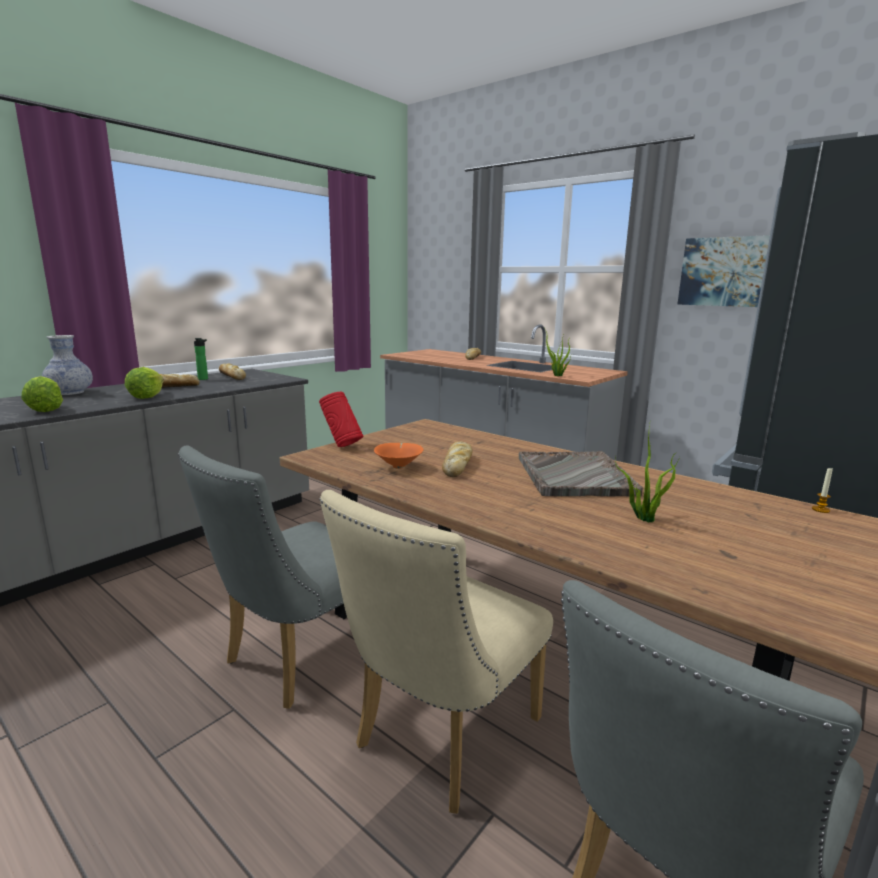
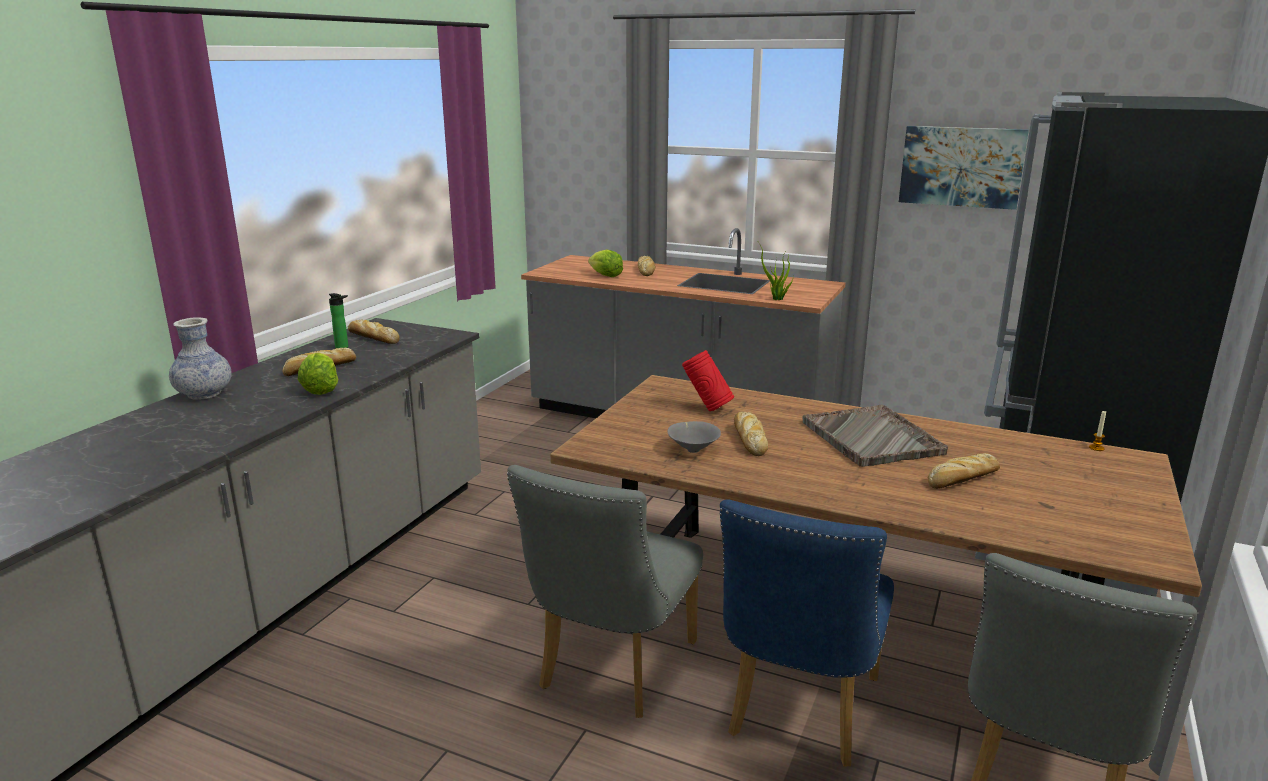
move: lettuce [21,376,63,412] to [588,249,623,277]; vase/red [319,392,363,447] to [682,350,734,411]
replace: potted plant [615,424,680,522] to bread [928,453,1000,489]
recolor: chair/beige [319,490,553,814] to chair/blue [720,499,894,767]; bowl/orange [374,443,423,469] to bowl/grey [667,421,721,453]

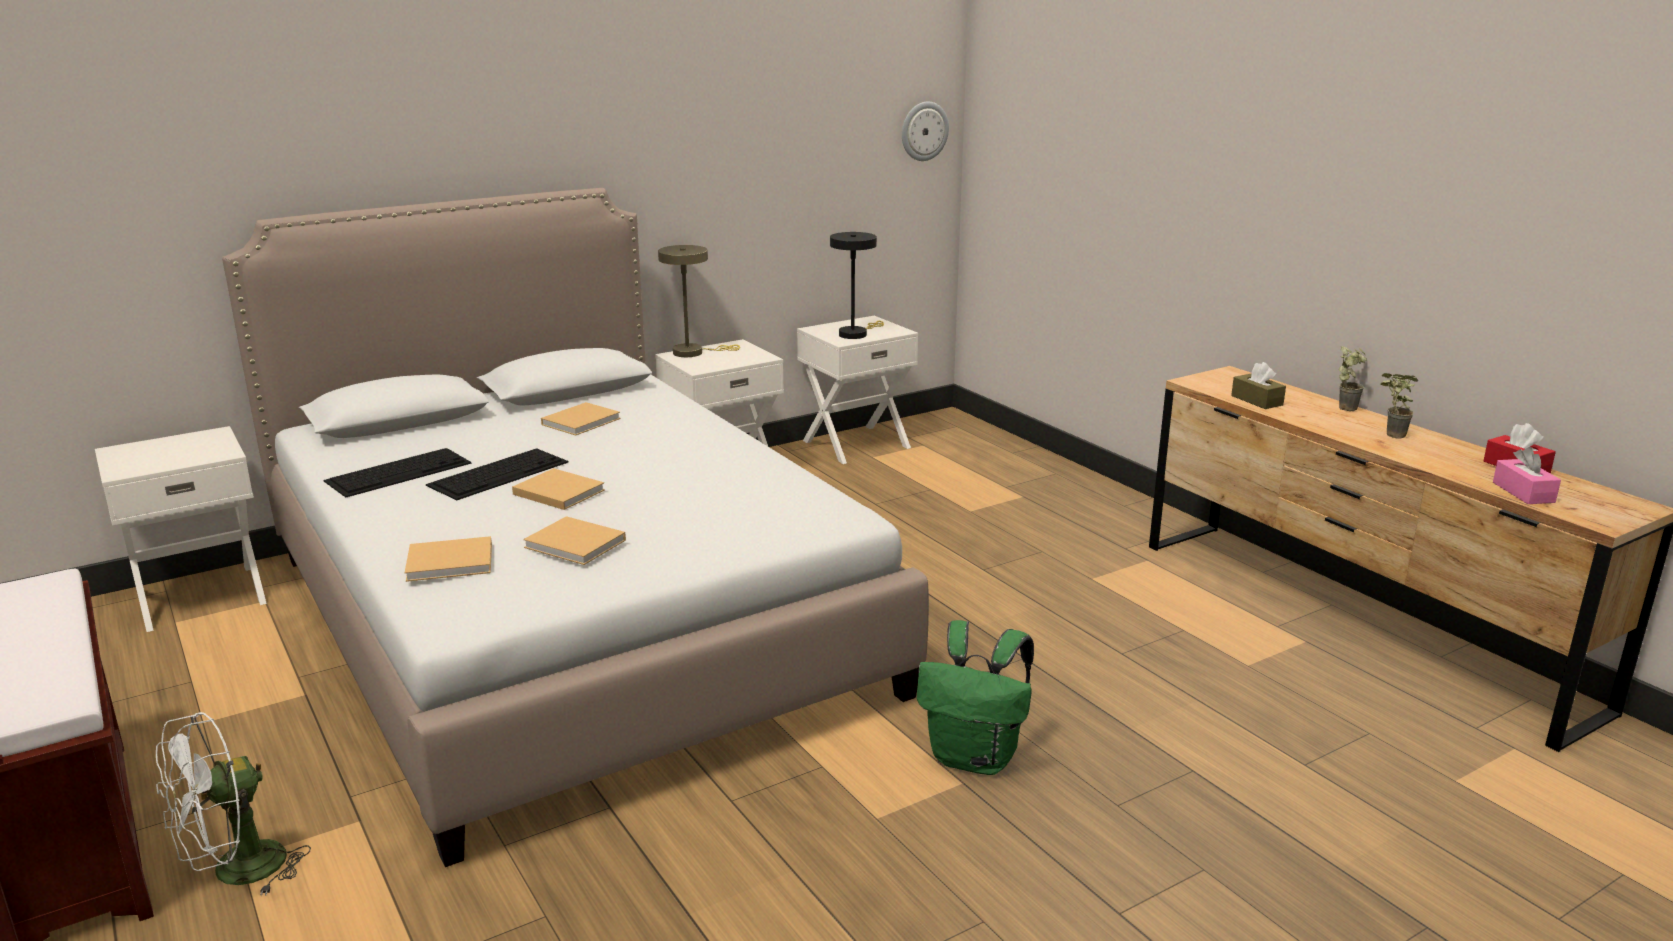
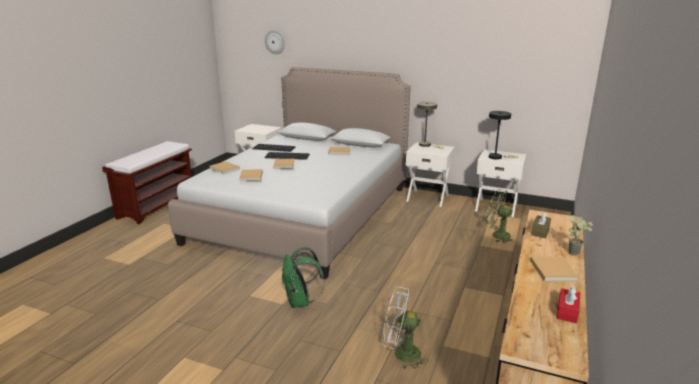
delete: tissue box/pink [1493,447,1561,504]
insert: fan/green [484,189,514,243]
move: fan/white [156,712,311,896] to [382,287,429,369]; wall clock [902,102,949,161] to [265,30,285,54]
replace: potted plant [1380,373,1418,439] to book/beige [530,256,579,282]

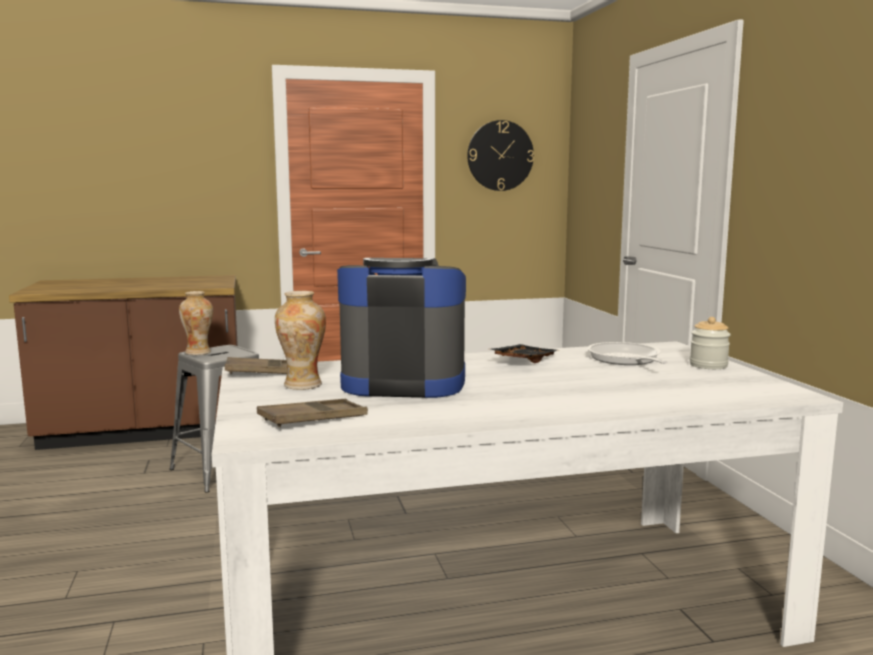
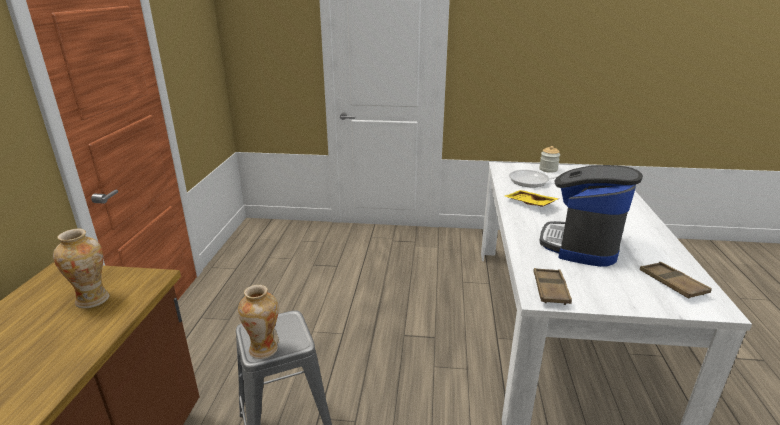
delete: wall clock [467,120,534,191]
move: vase [275,291,326,390] to [53,229,109,308]
recolor: tray/black [491,344,560,363] to tray/yellow [505,190,559,207]

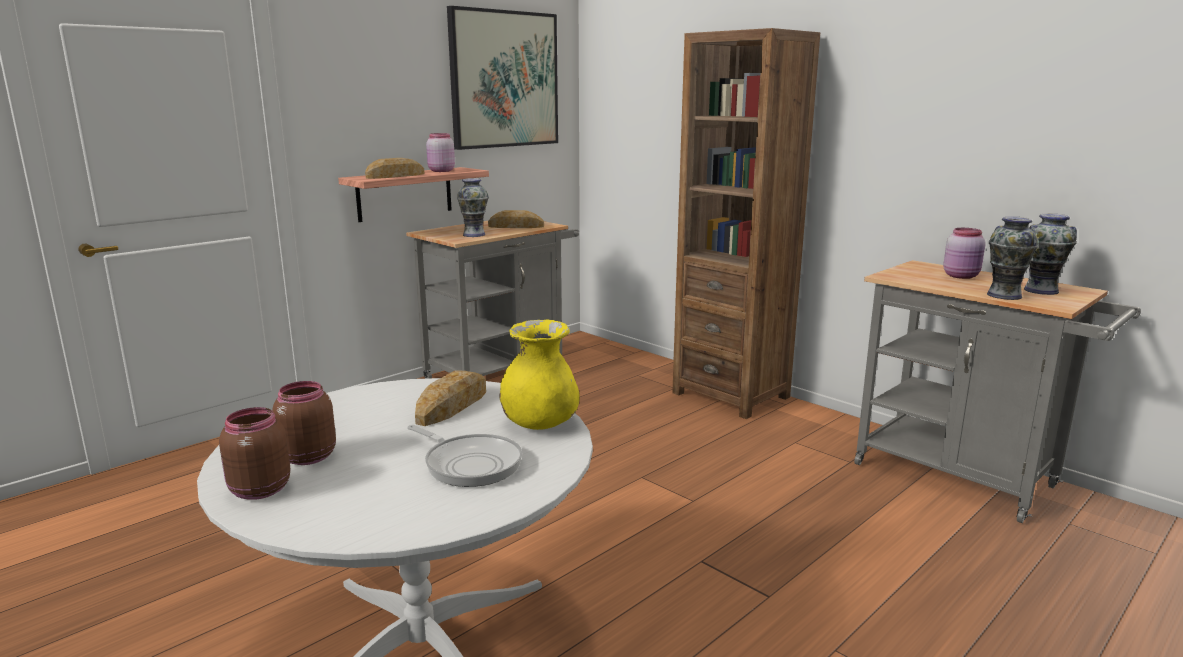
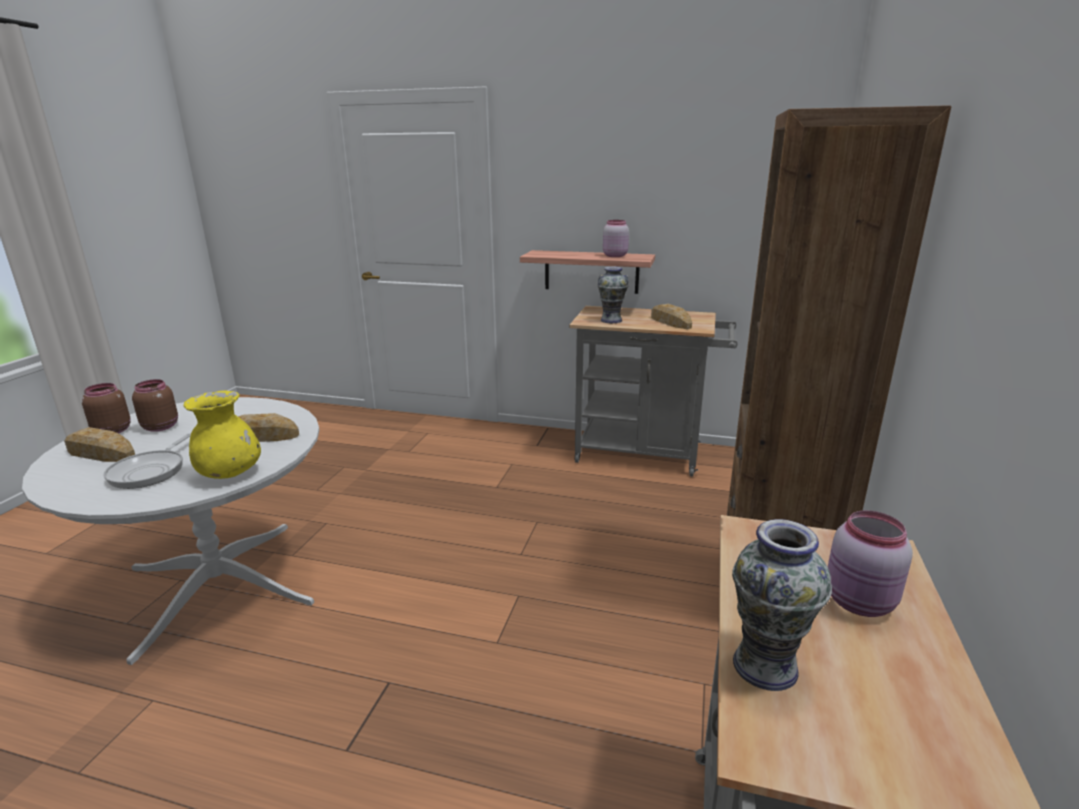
delete: picture [447,6,558,150]; vase [1024,213,1077,295]
move: bread [365,158,425,179] to [64,427,135,462]

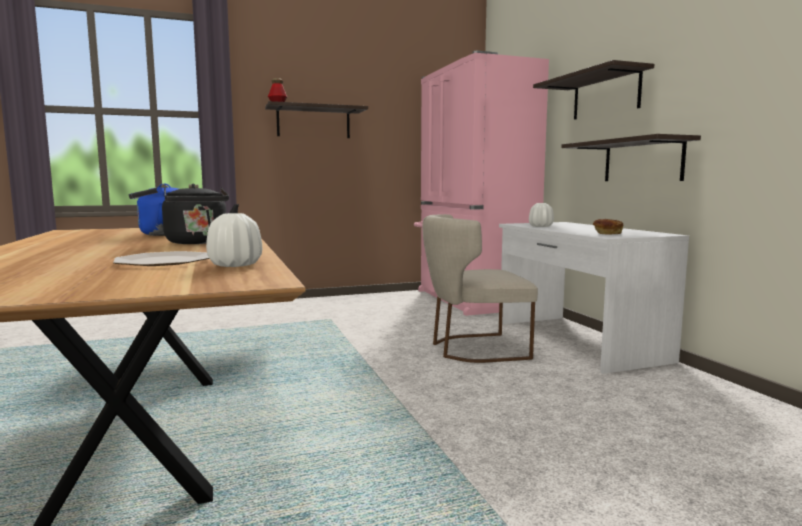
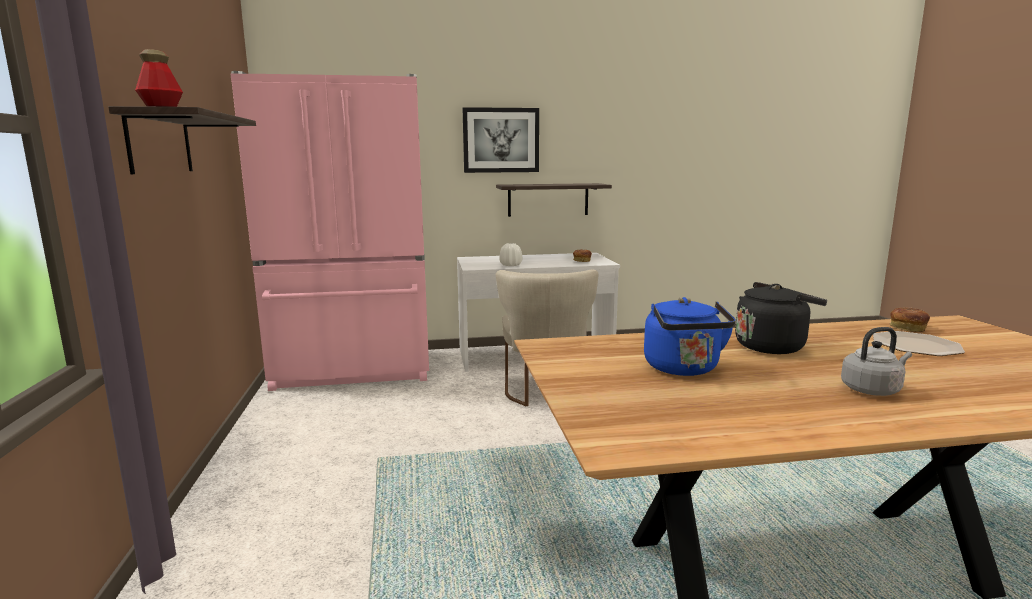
insert: kettle/grey [841,327,912,396]
replace: vase/white [206,213,262,267] to bread [889,307,930,332]; shelf [533,60,654,120] to picture [462,107,539,173]

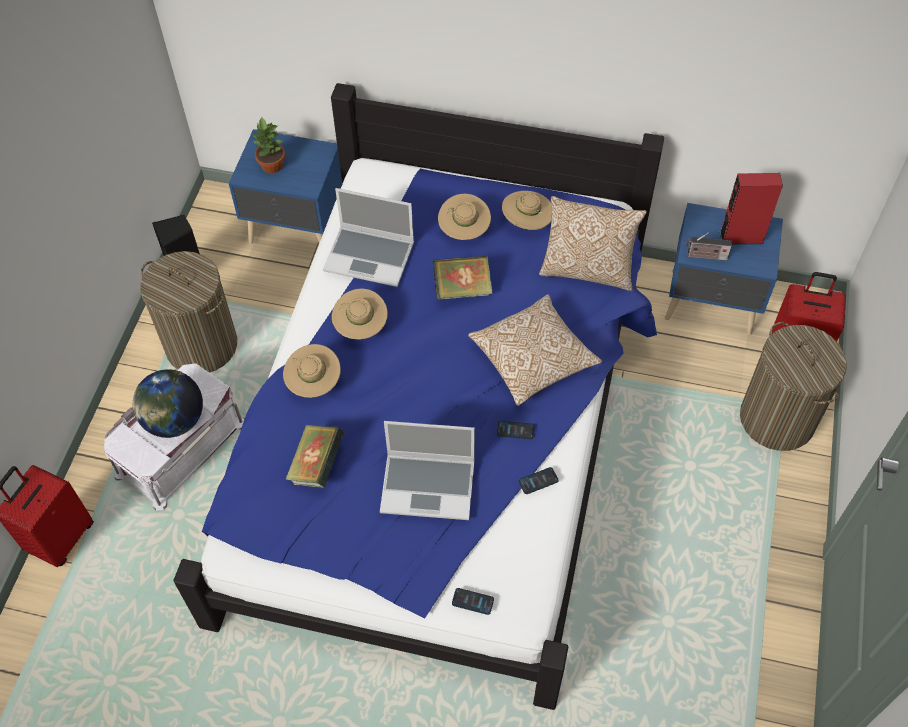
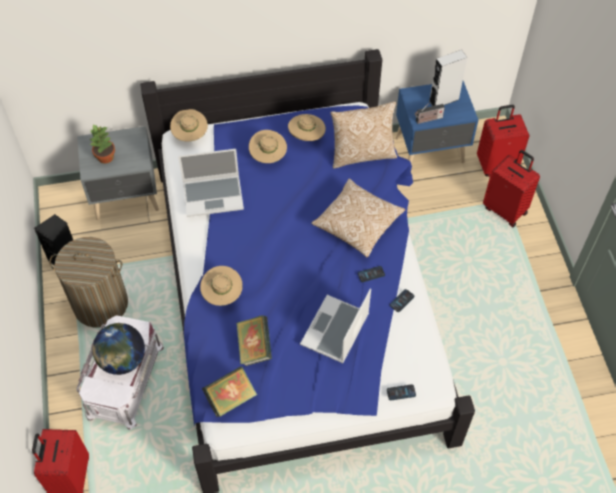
move: hat/beige [332,289,388,339] to [170,109,208,142]; book [432,256,493,300] to [202,367,257,417]
replace: laundry basket [740,322,847,451] to suitcase/red [483,150,540,227]
recolor: nightstand/blue [229,129,342,244] to nightstand/grey [77,126,159,220]; speaker/red [720,173,783,245] to speaker/grey [429,50,467,106]
rotate: laptop [380,421,475,520] = [300,289,371,363] 135 degrees clockwise

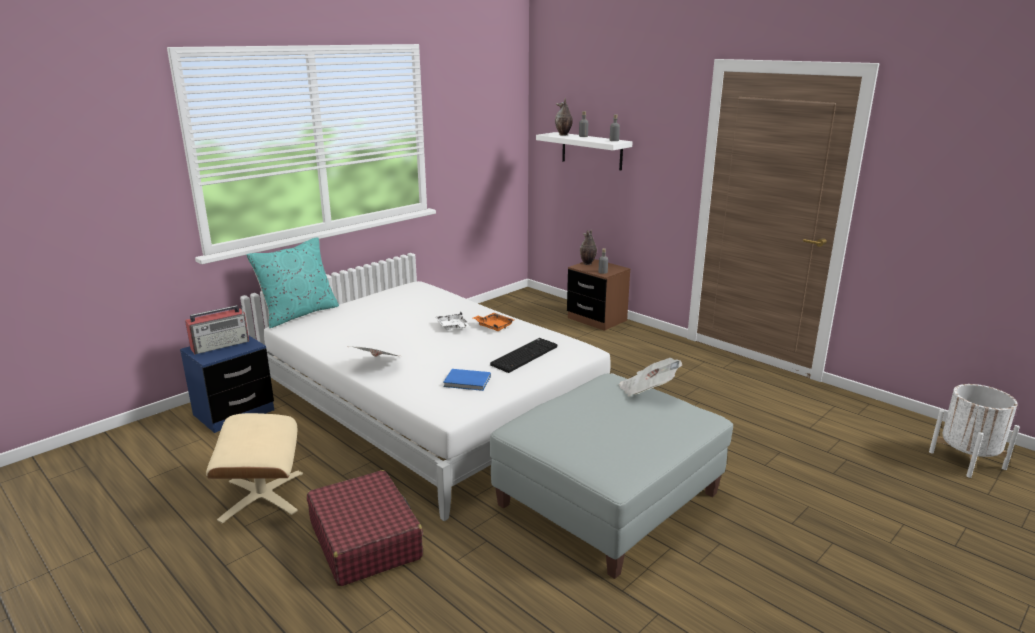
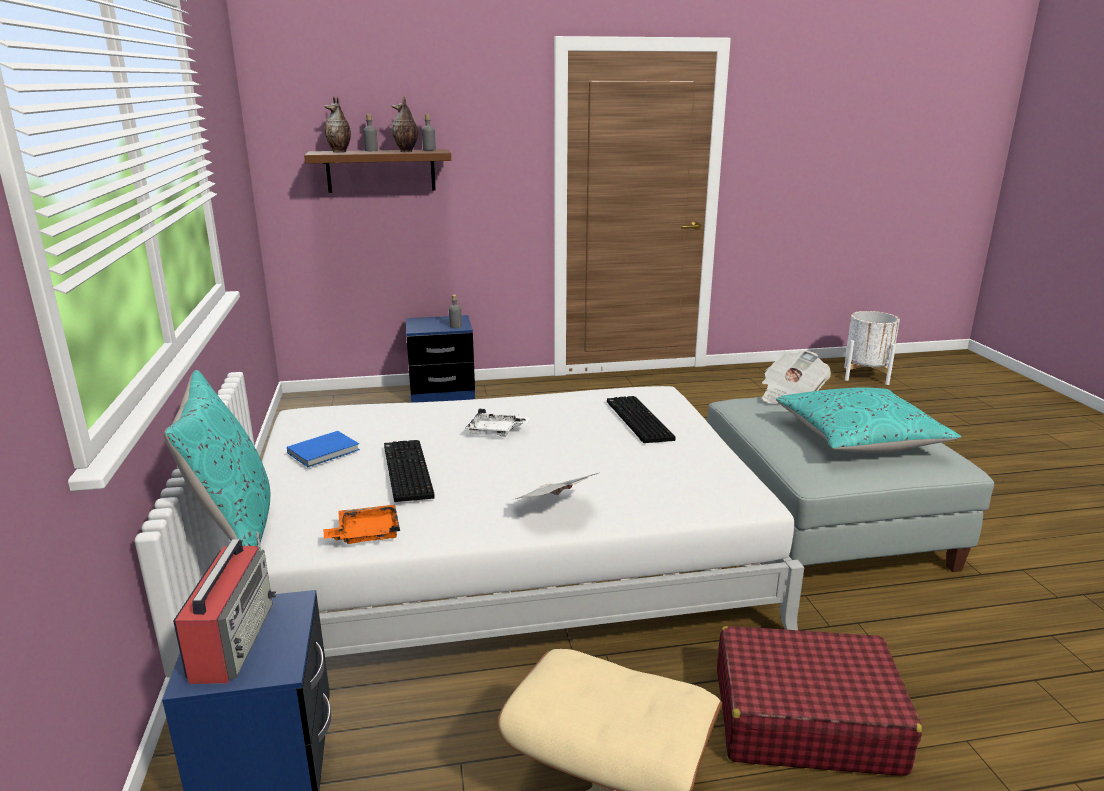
insert: keyboard [384,440,435,502]; pillow/turquoise [776,387,961,453]
move: book/blue [443,369,491,391] to [287,431,360,467]; tray/orange [473,313,514,331] to [324,505,400,544]; vase [580,230,597,265] to [391,97,418,152]
recolor: shelf/white [536,132,632,171] to shelf/brown [304,149,451,193]; nightstand/brown [567,259,630,331] to nightstand/blue [406,315,475,403]

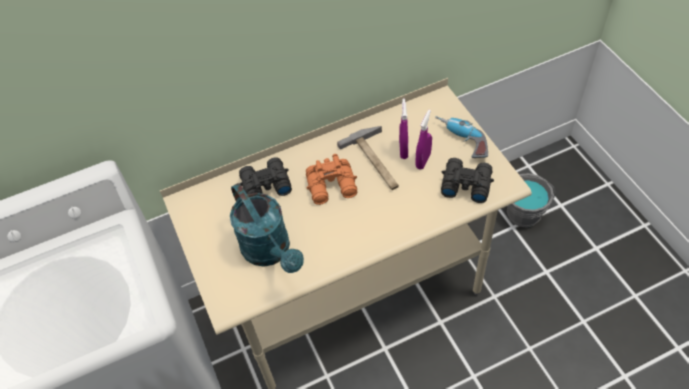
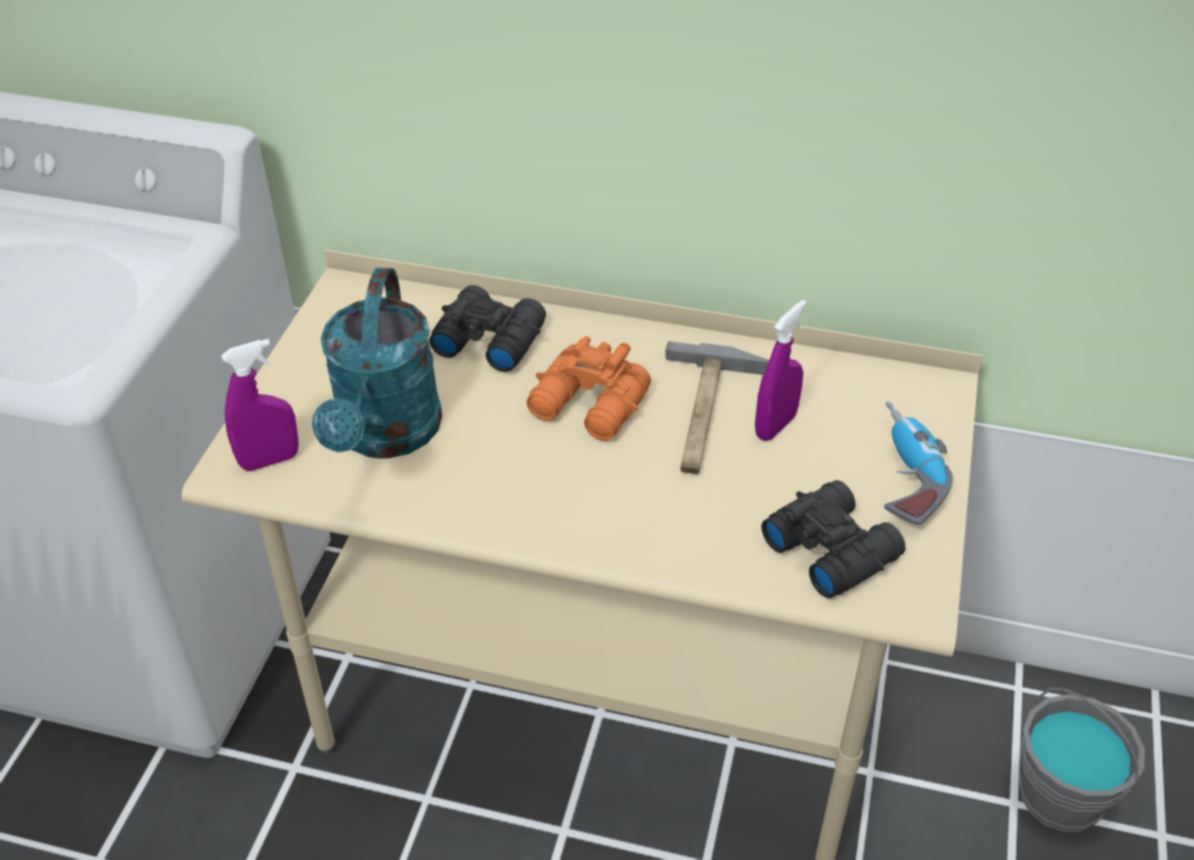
move: spray bottle/purple [415,110,432,169] to [221,339,299,471]

